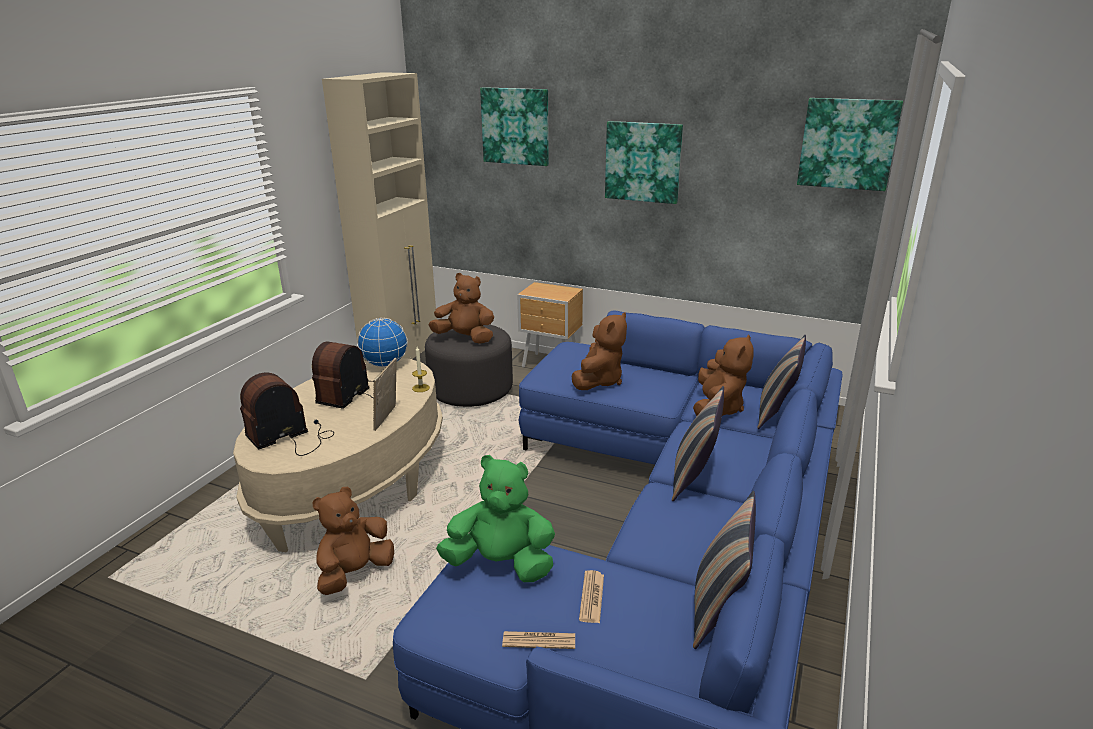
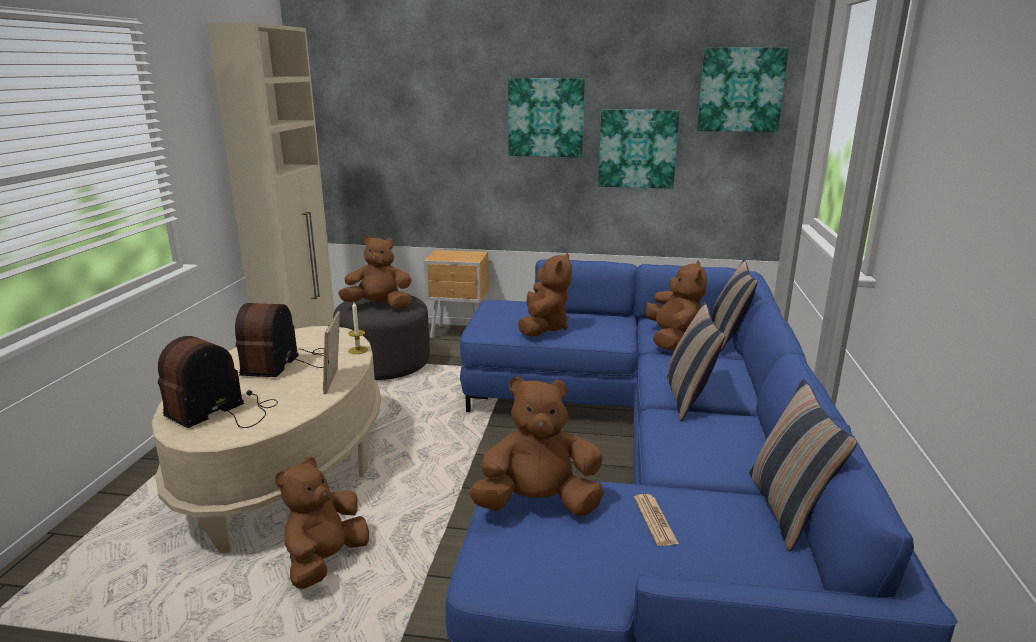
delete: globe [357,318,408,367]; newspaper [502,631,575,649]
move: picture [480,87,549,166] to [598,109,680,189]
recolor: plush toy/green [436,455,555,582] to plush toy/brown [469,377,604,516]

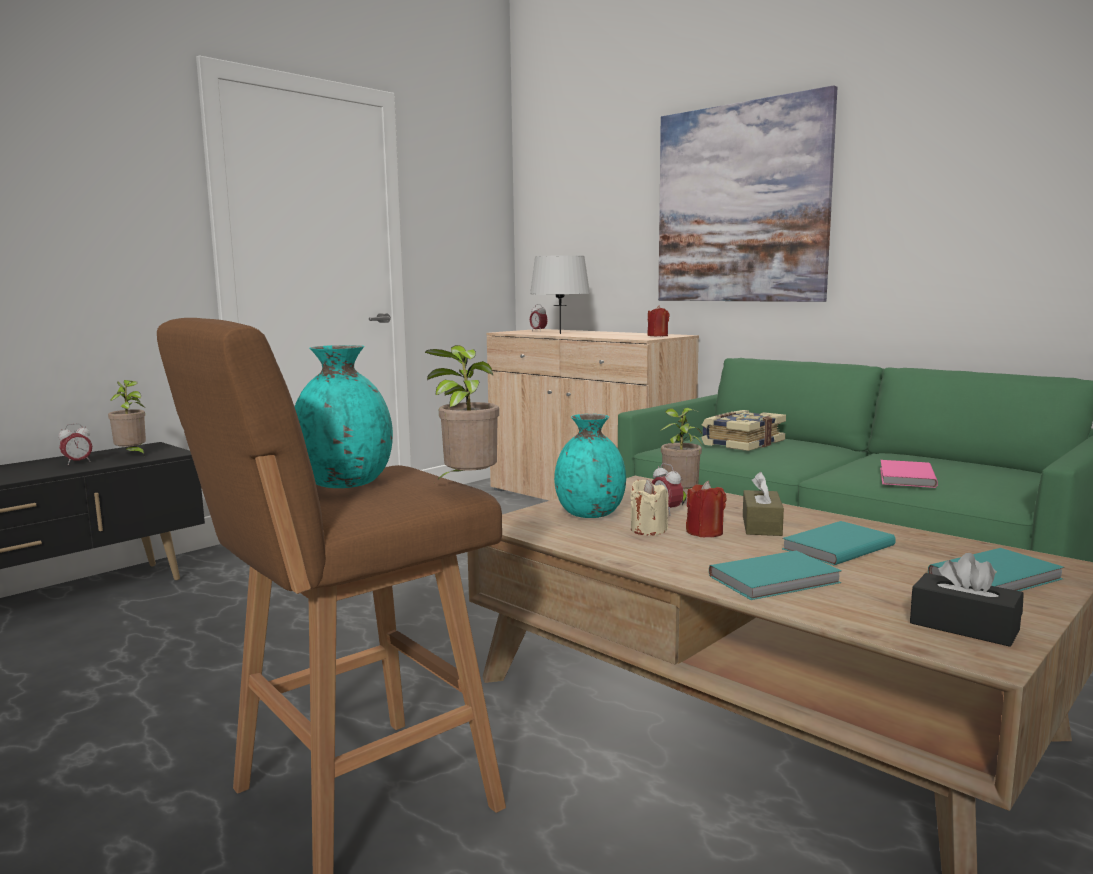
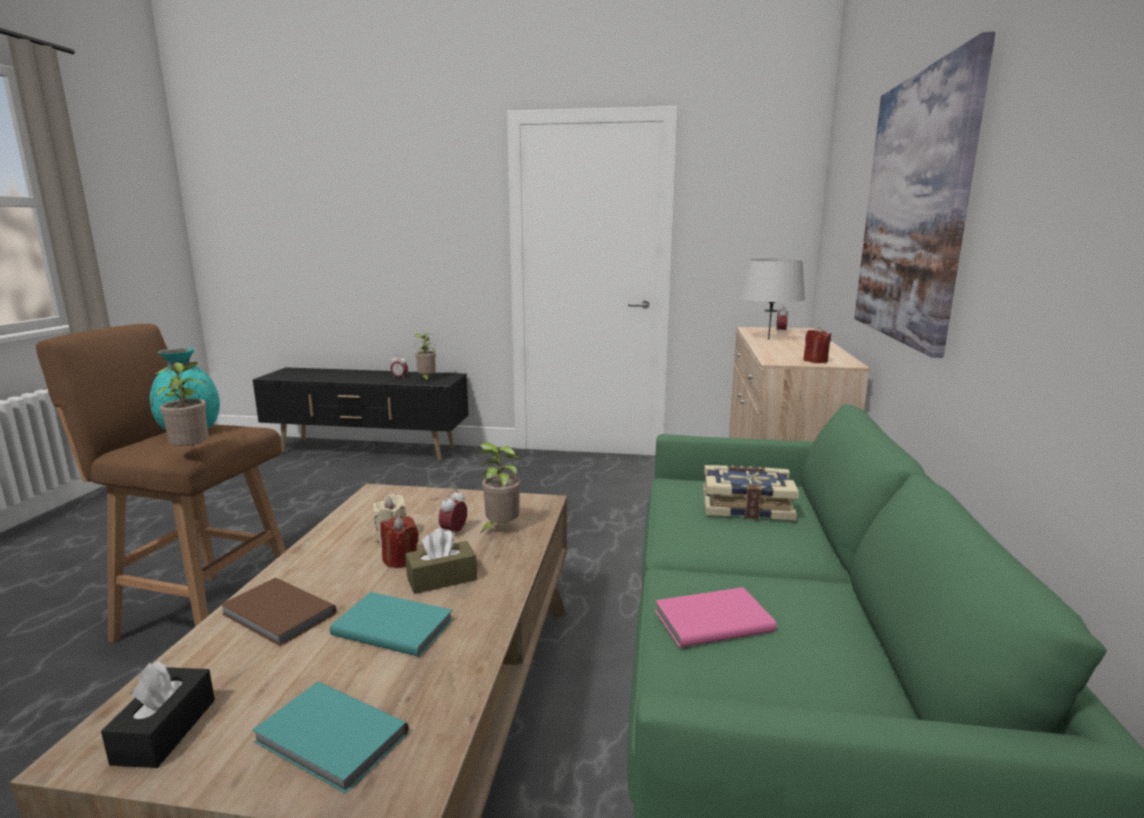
delete: vase/turquoise [554,414,626,518]
recolor: book/turquoise [709,551,842,600] to book/brown [220,578,336,646]

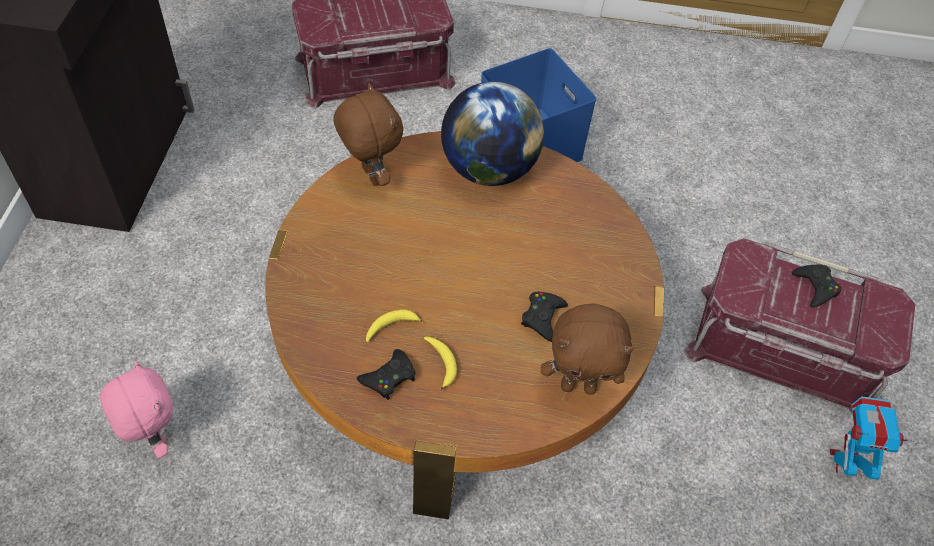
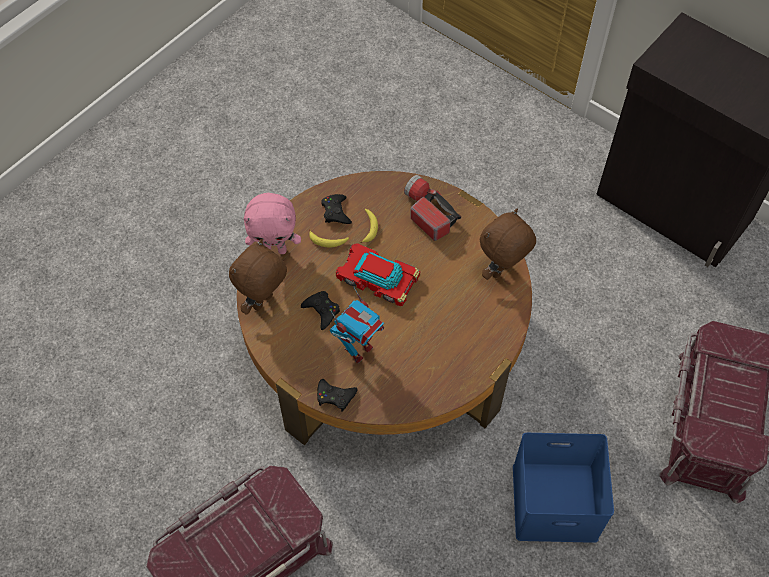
delete: globe [441,82,544,186]
insert: toy car [336,243,420,307]; flashlight [404,175,461,241]
move: plush toy/pink [100,360,173,458] to [244,193,301,254]; game controller/black [792,264,841,307] to [317,379,358,412]; toy robot [830,396,915,480] to [330,286,384,363]
rotate: plush toy/brown [334,83,403,186] = [480,209,536,280] 135 degrees clockwise

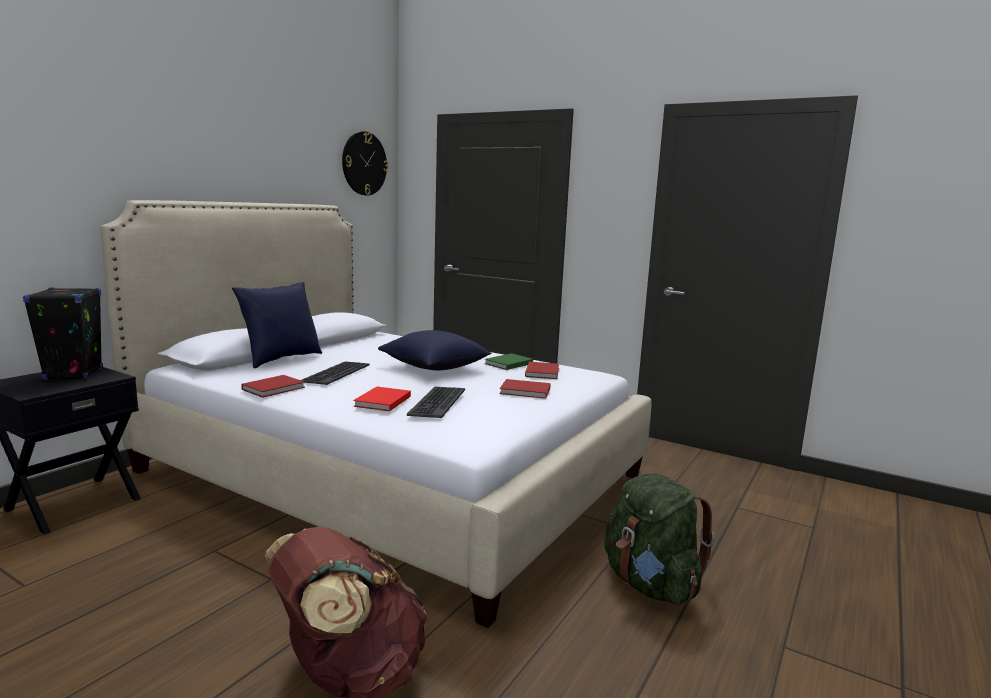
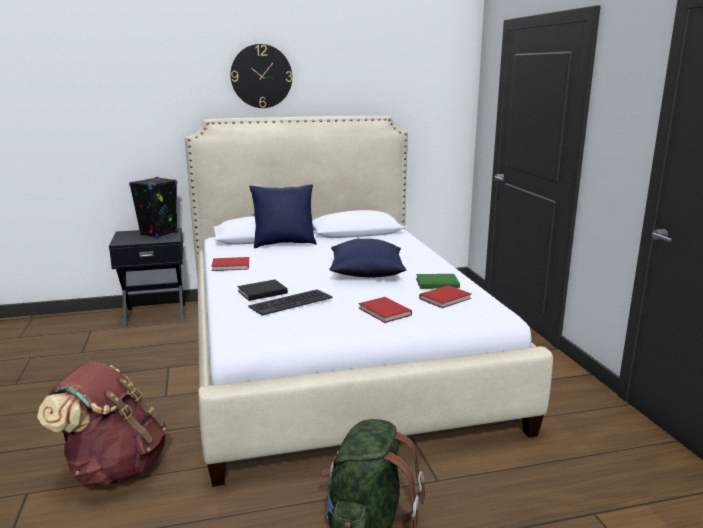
delete: keyboard [301,361,370,385]
move: wall clock [342,131,388,195] to [230,44,292,108]
recolor: book/red [353,387,411,411] to book/black [237,280,288,301]

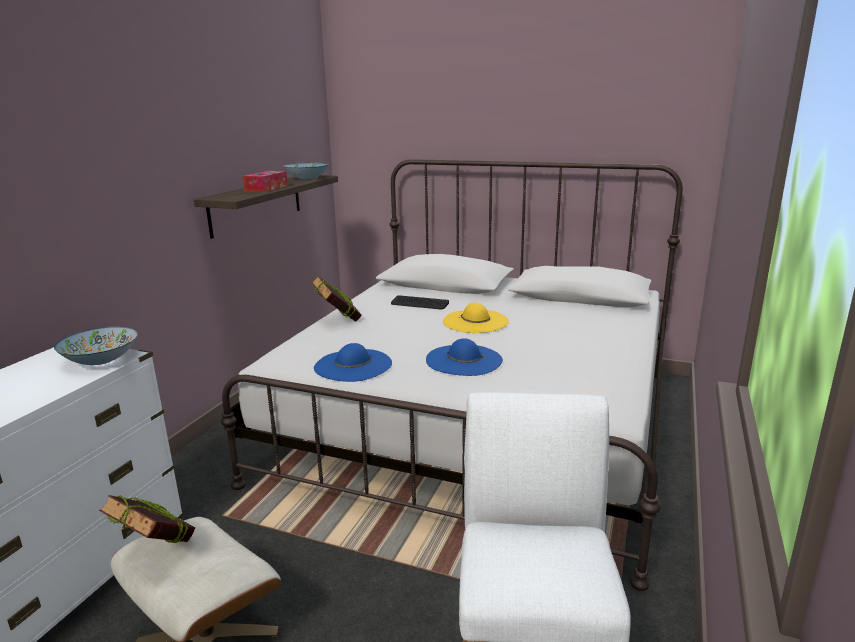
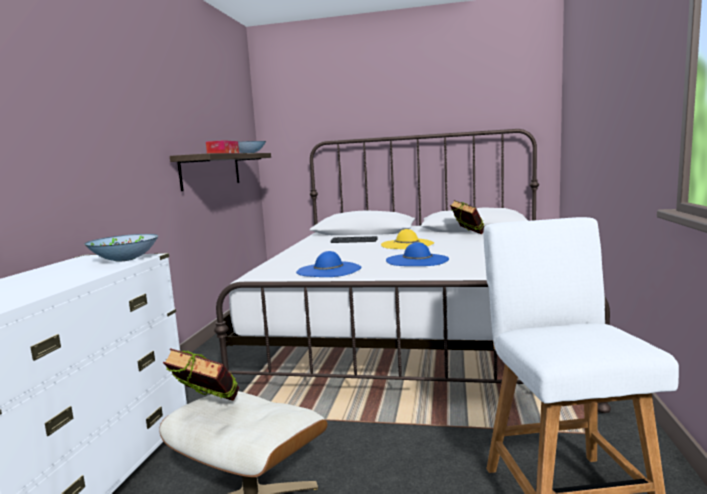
move: book [311,276,362,322] to [450,200,484,235]

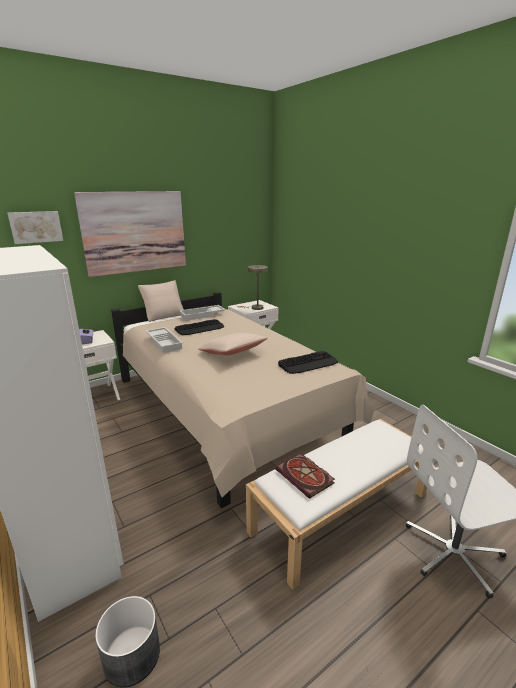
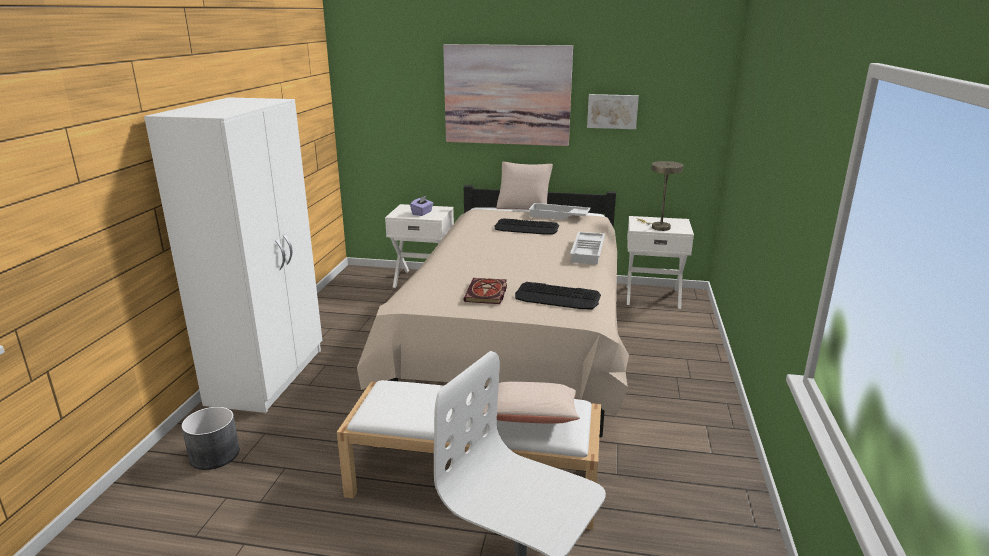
move: picture [7,211,63,244] to [587,94,639,129]; tray/white [146,327,183,353] to [570,232,605,265]; pillow/beige [198,333,268,355] to [483,382,580,423]; book [275,453,335,499] to [463,278,507,304]

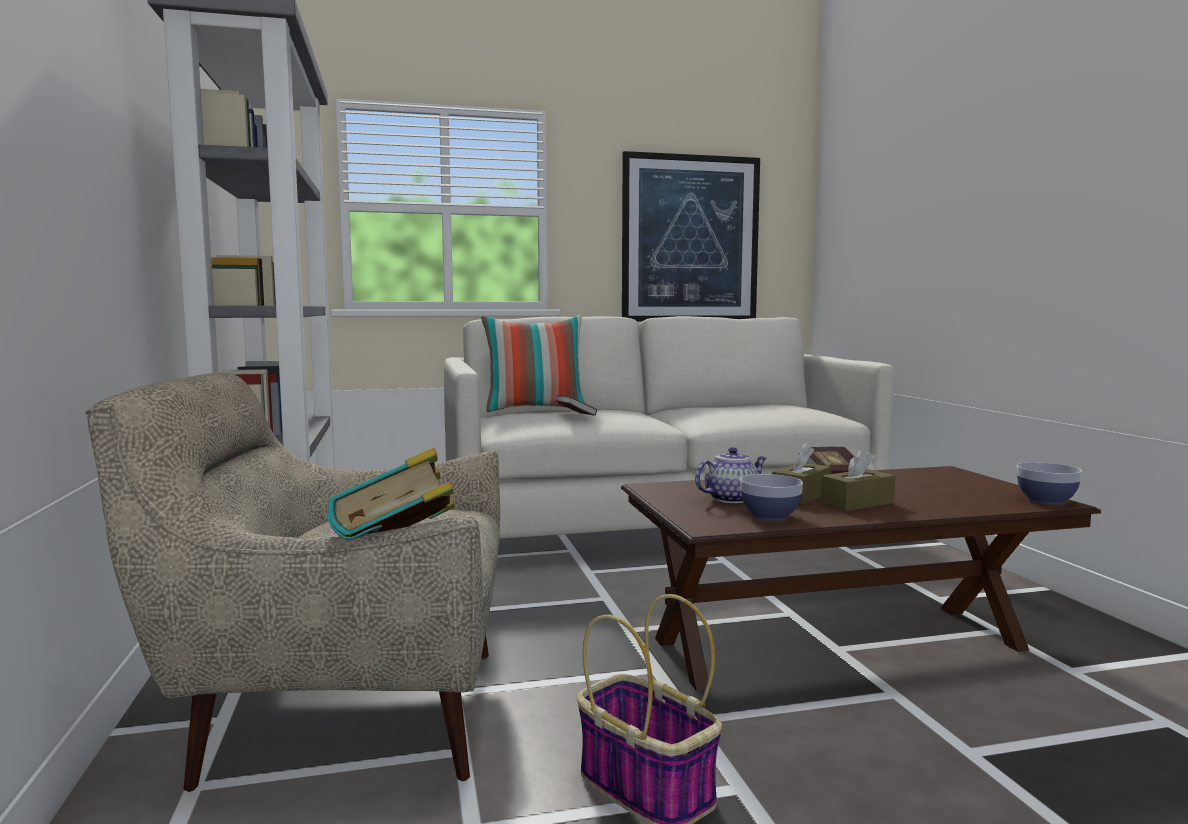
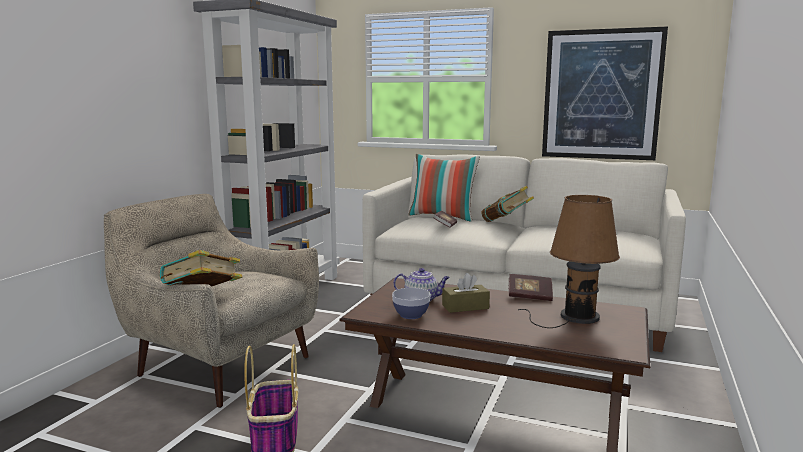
delete: tissue box/brown [820,448,895,511]; bowl [1017,462,1082,505]
insert: book [481,186,534,222]; table lamp/brown [518,195,620,328]

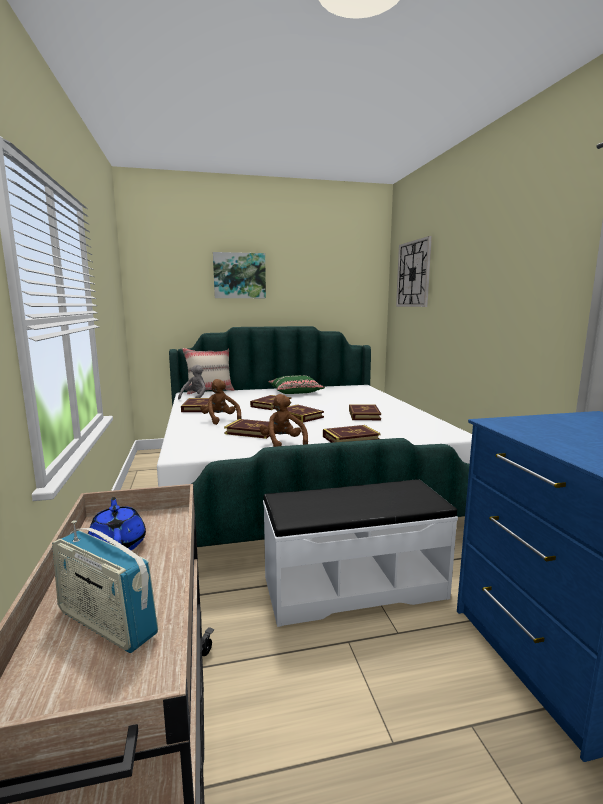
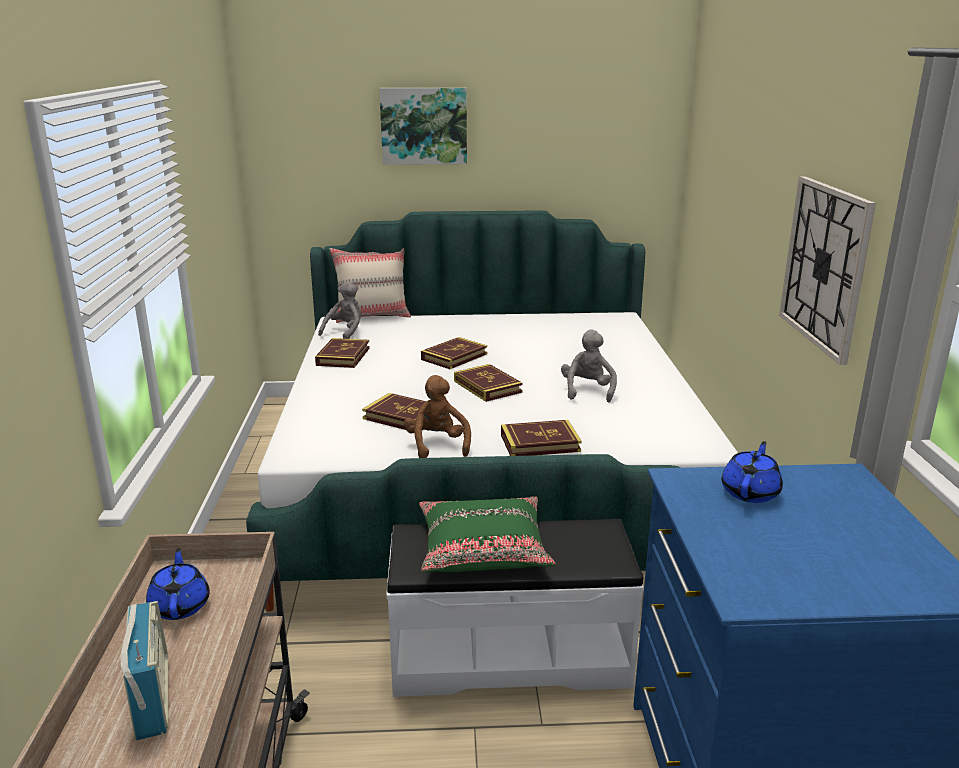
delete: plush toy/brown [200,379,241,425]
insert: teapot/blue [722,441,783,503]
move: pillow/green [268,375,325,394] to [419,496,556,572]; wall clock [396,236,432,307] to [779,176,876,365]
replace: book [349,404,381,420] to plush toy/grey [561,329,617,402]
rotate: radio [52,520,158,653] = [120,601,168,741] 150 degrees counterclockwise

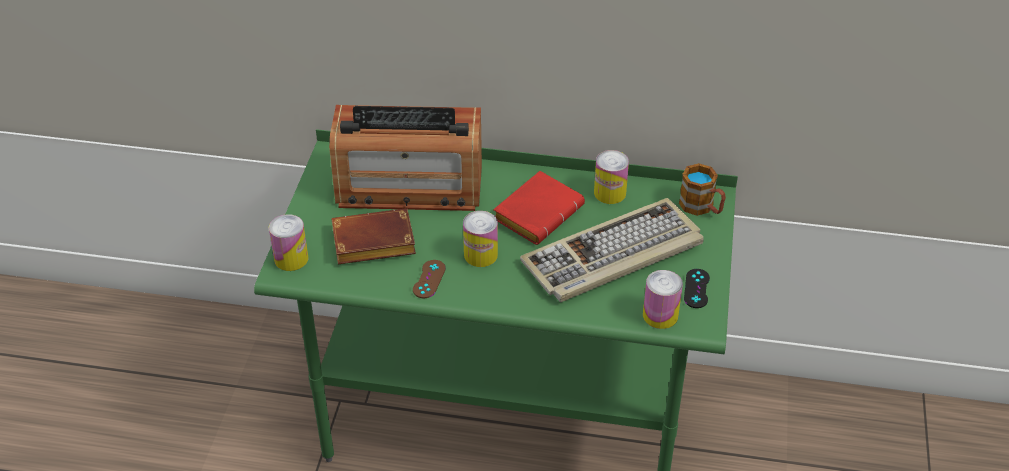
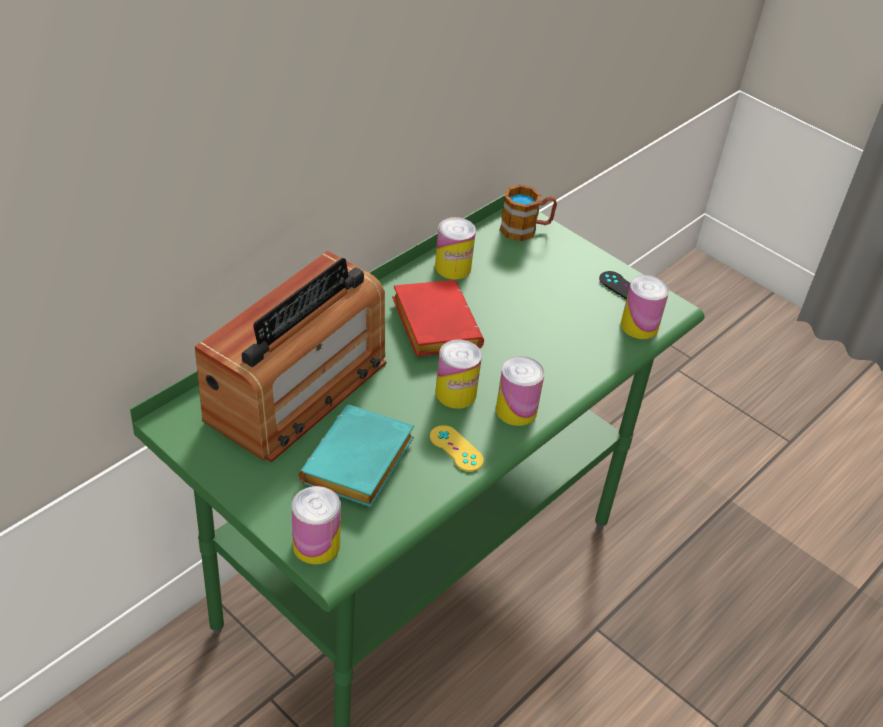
delete: keyboard [520,198,704,302]
insert: can [496,356,545,426]
recolor: book/brown [332,208,416,264] to book/turquoise [299,405,414,507]; game controller/brown [413,260,446,298] to game controller/yellow [430,425,484,472]

